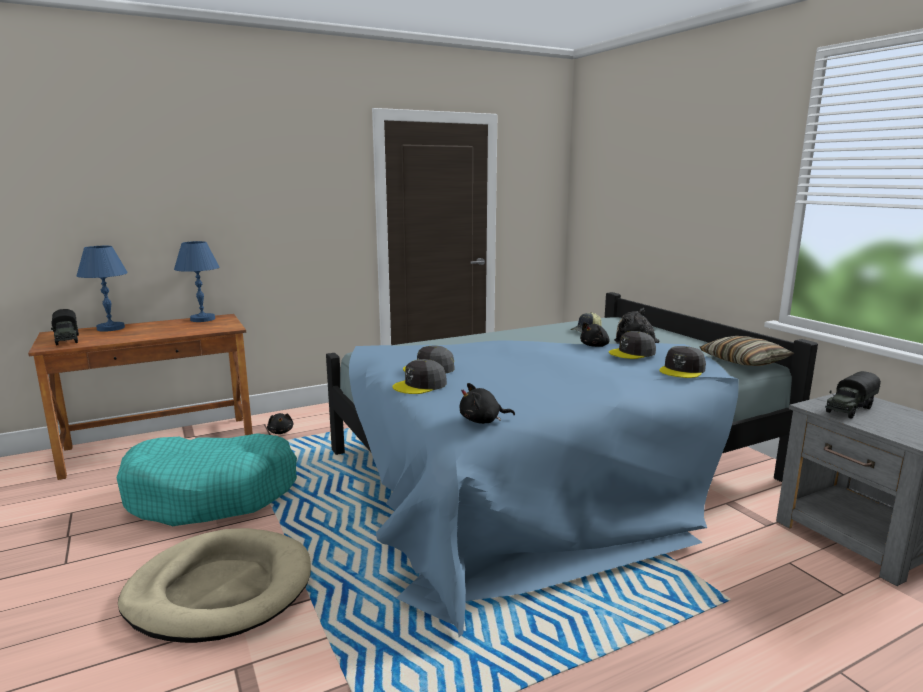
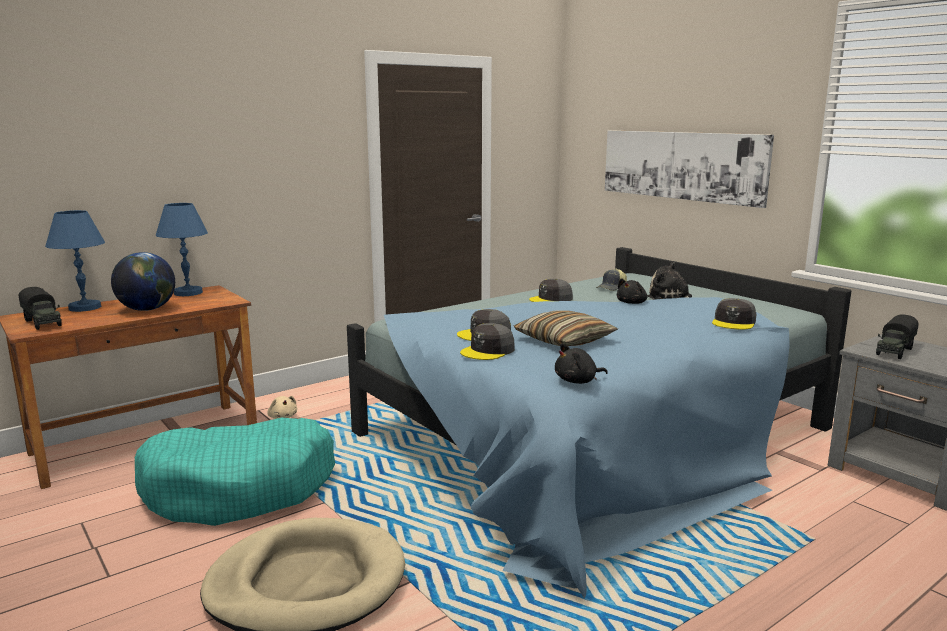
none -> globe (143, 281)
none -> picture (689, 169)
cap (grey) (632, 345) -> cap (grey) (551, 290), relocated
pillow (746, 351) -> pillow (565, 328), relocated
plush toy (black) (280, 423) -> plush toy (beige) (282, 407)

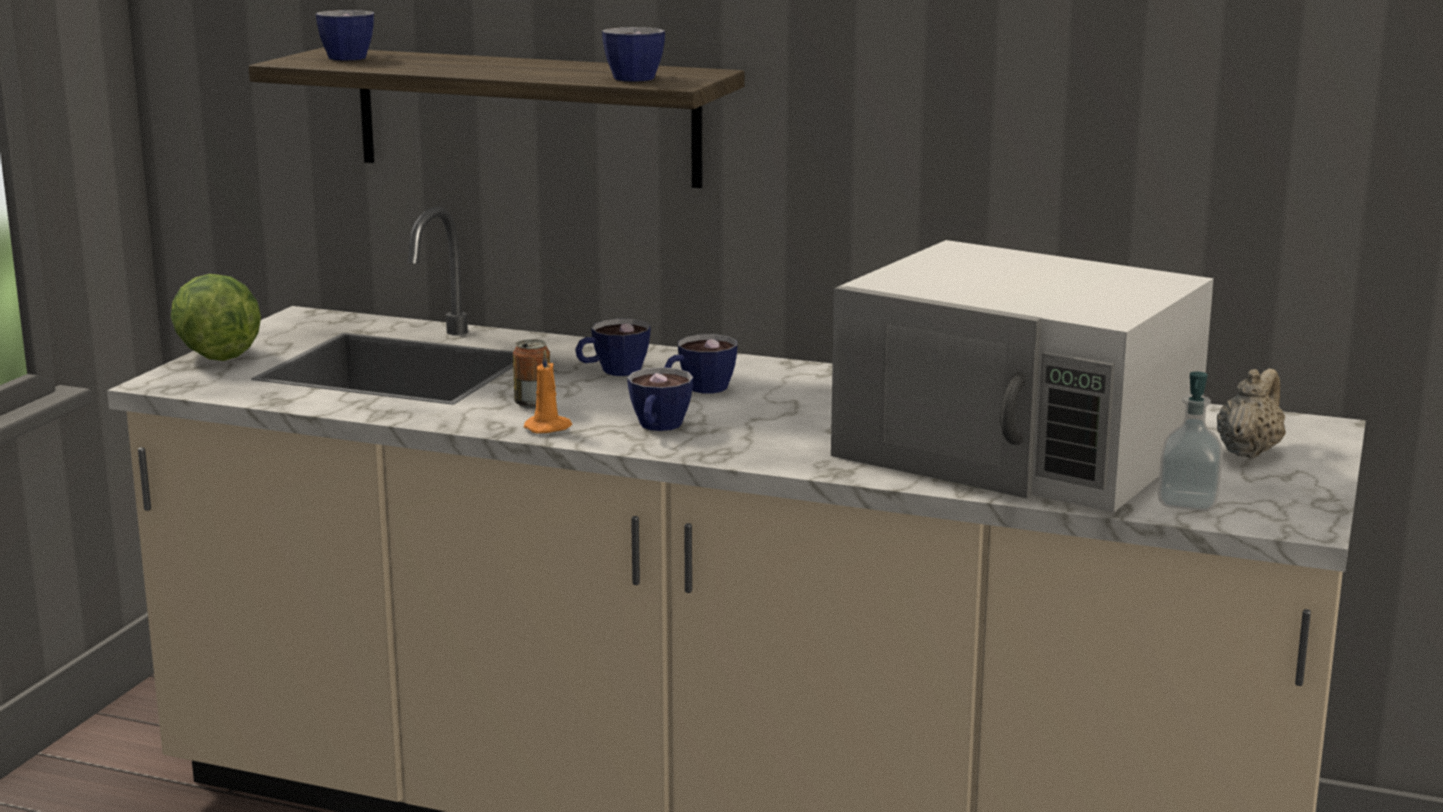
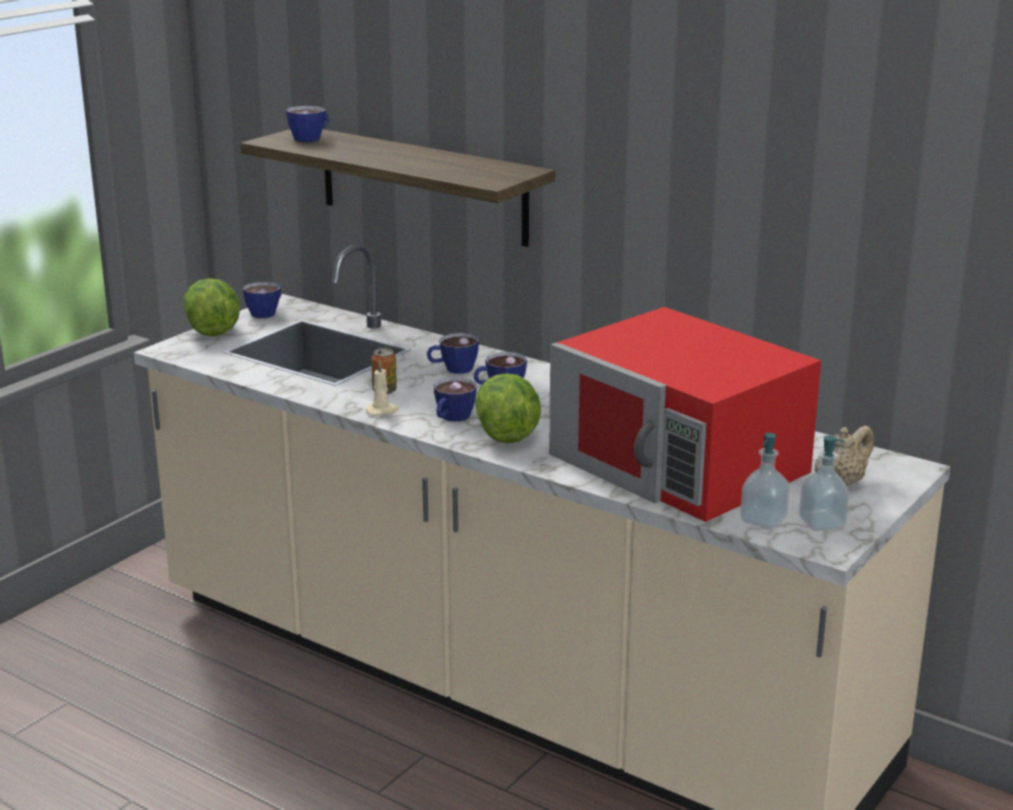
none -> lettuce (508, 408)
none -> soap dispenser (824, 483)
cup (633, 54) -> cup (262, 300), relocated
candle (orange) (548, 391) -> candle (beige) (382, 388)
microwave (white) (1022, 376) -> microwave (red) (685, 414)

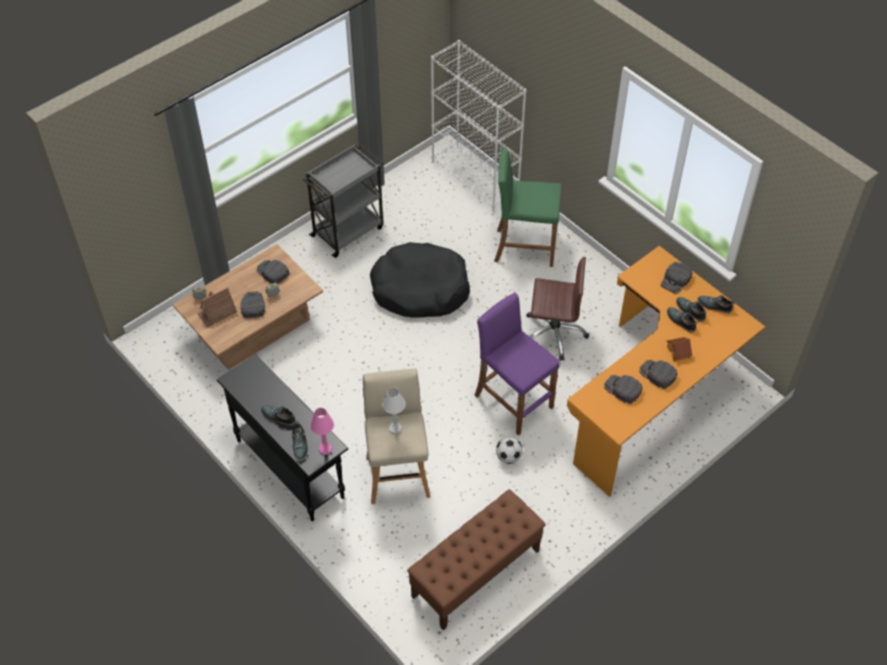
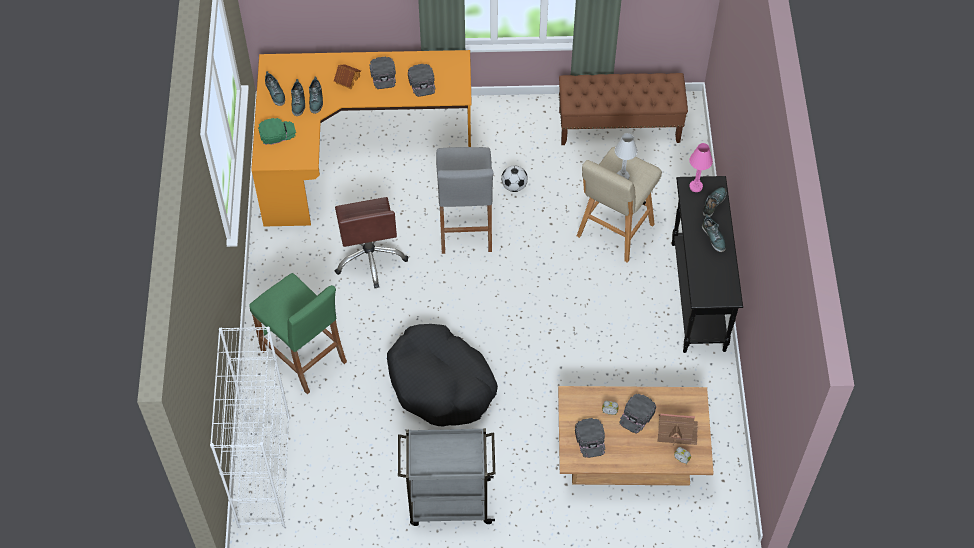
stool (purple) (517, 364) -> stool (grey) (465, 200)
cap (black) (677, 278) -> cap (green) (277, 131)
office chair (brown) (557, 309) -> office chair (brown) (371, 242), 150 degrees counterclockwise

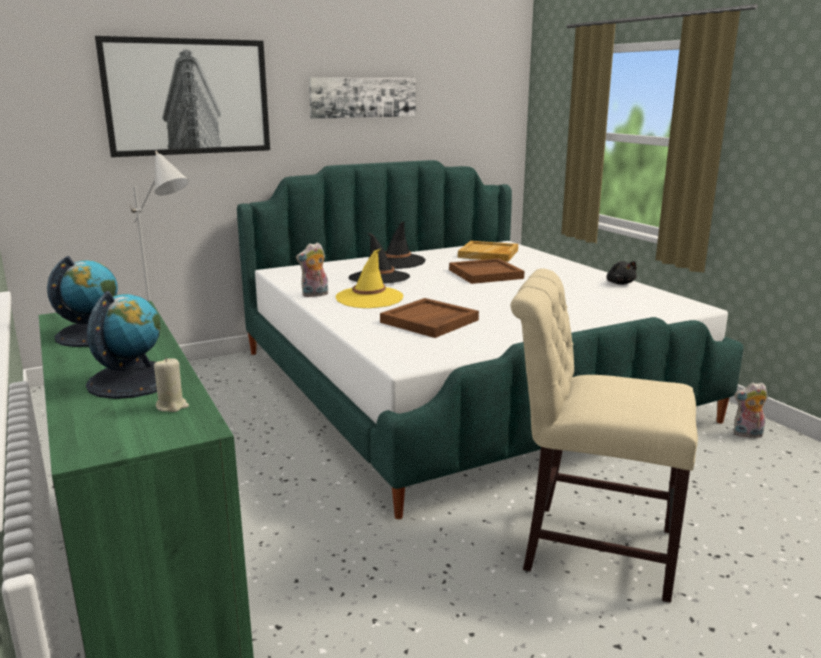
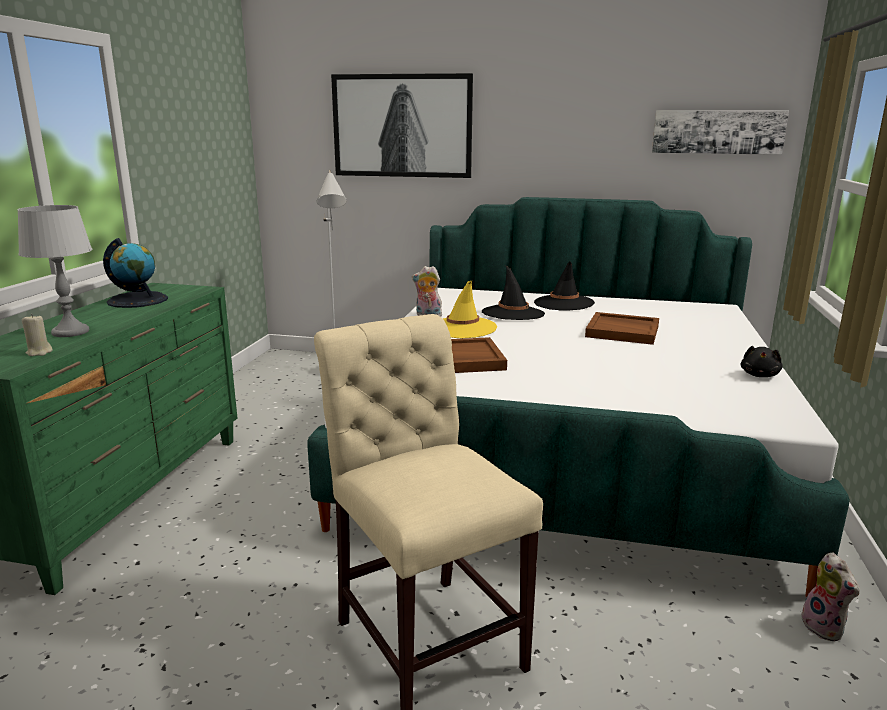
tray (beige) (488, 251) -> none
picture (362, 98) -> picture (720, 132), relocated
globe (123, 345) -> table lamp (grey) (54, 271)
plush toy (750, 410) -> plush toy (830, 596), 150 degrees counterclockwise

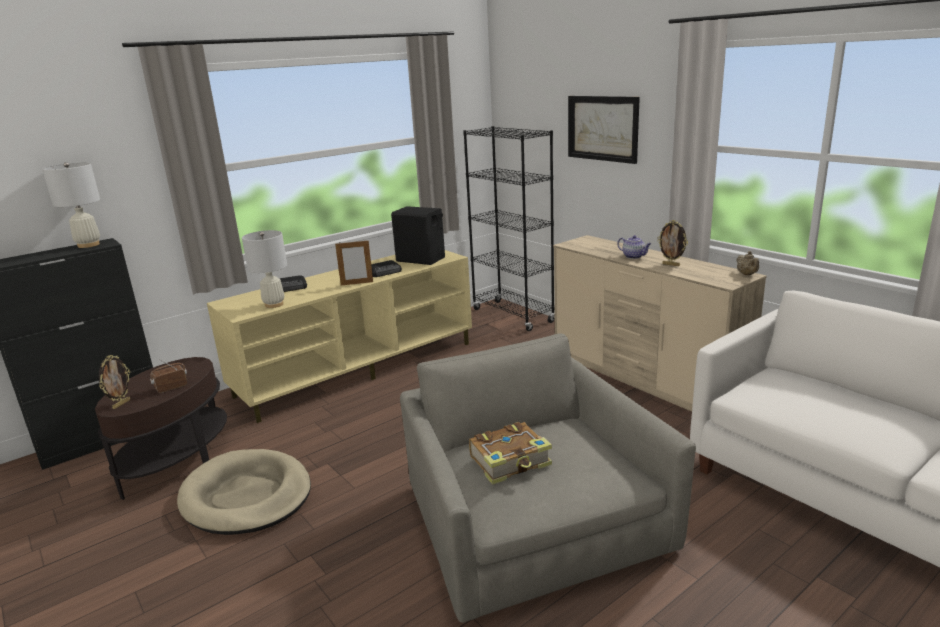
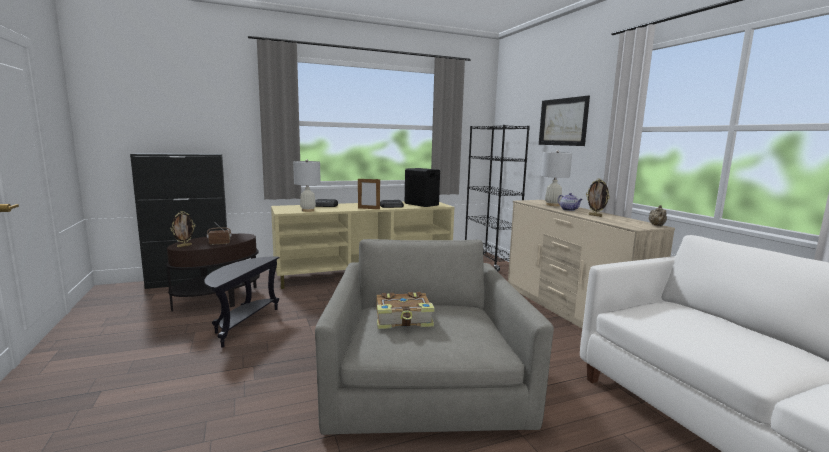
table lamp (white) (71, 205) -> table lamp (white) (556, 178), relocated
dog bed (beige) (244, 492) -> side table (black) (242, 302)

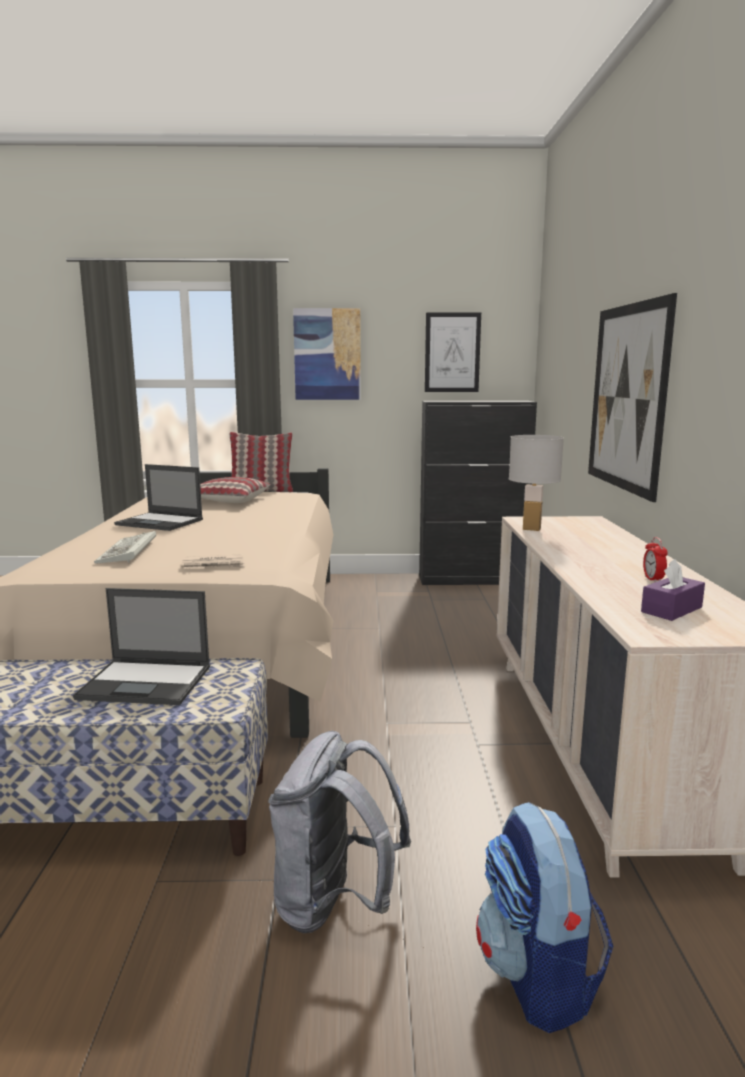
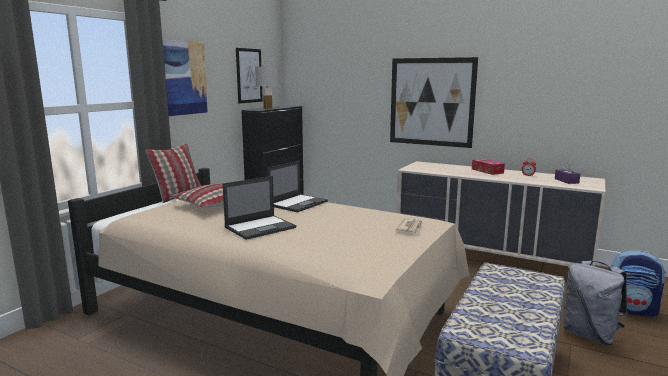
keyboard (125, 547) -> none
none -> tissue box (488, 167)
laptop (141, 646) -> laptop (297, 186), relocated
table lamp (white) (536, 483) -> table lamp (white) (267, 87), relocated

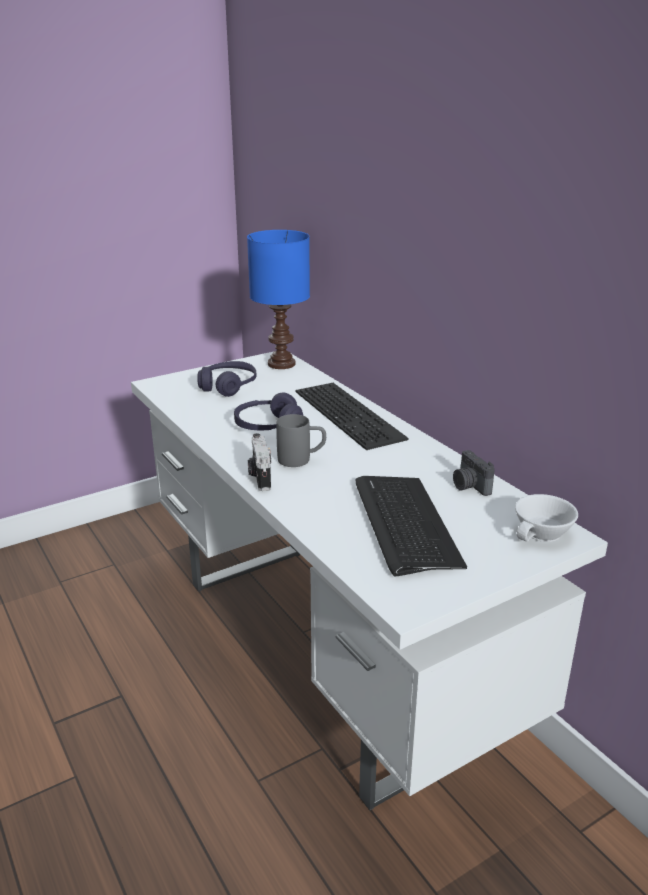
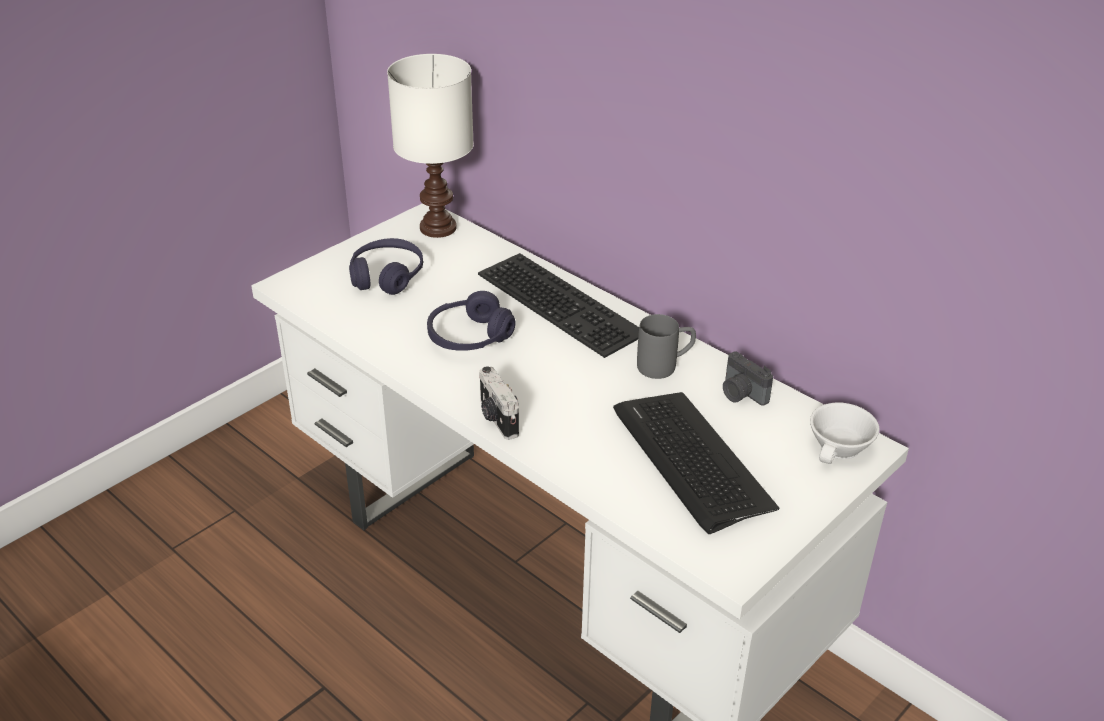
mug (grey) (301, 440) -> mug (grey) (666, 346), relocated
table lamp (blue) (278, 299) -> table lamp (white) (430, 146)

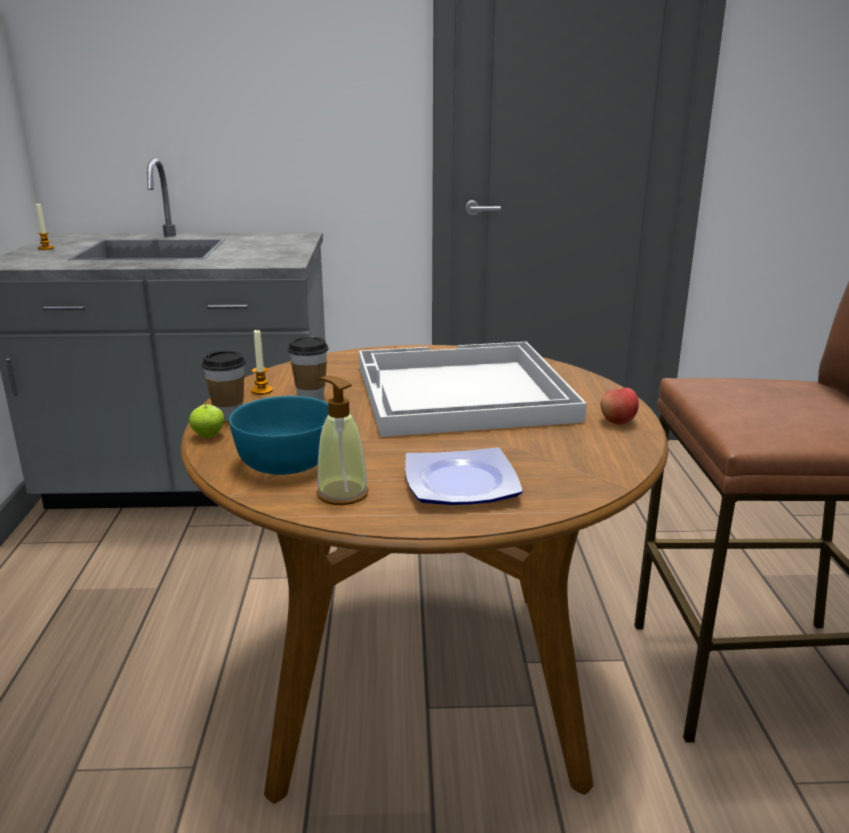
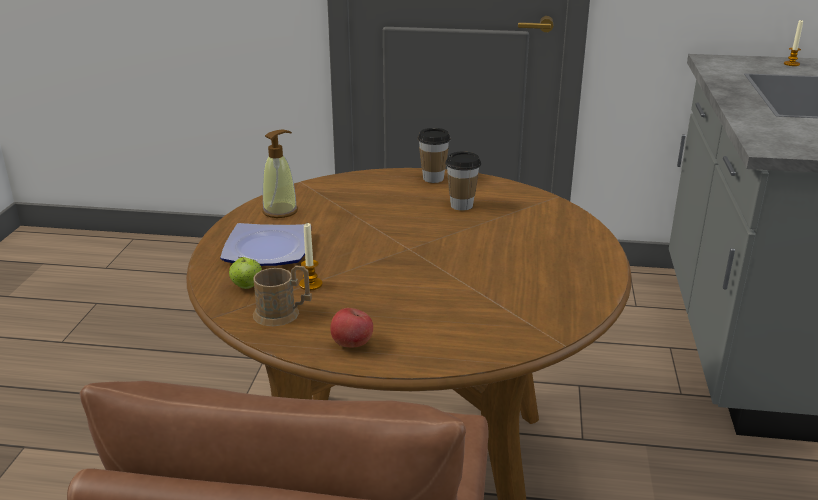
bowl (turquoise) (279, 435) -> none
tray (white) (473, 389) -> none
none -> mug (brown) (282, 296)
apple (207, 420) -> apple (245, 273), relocated
candle (262, 362) -> candle (311, 256), relocated

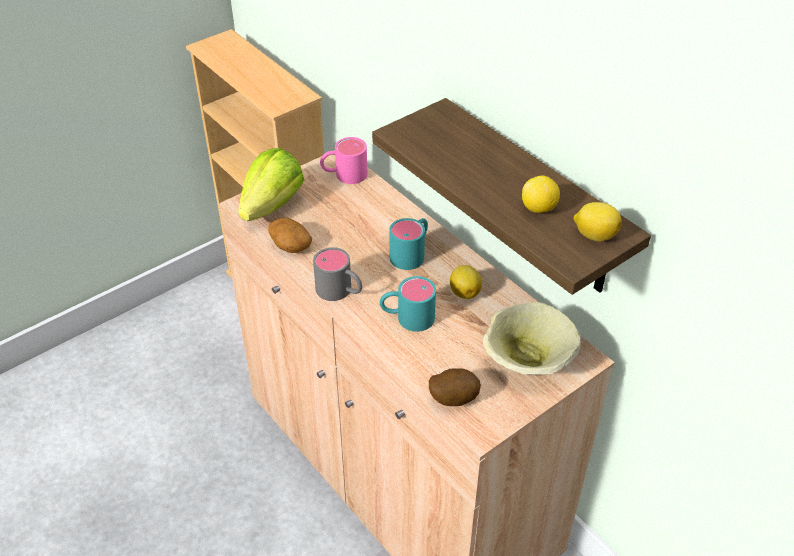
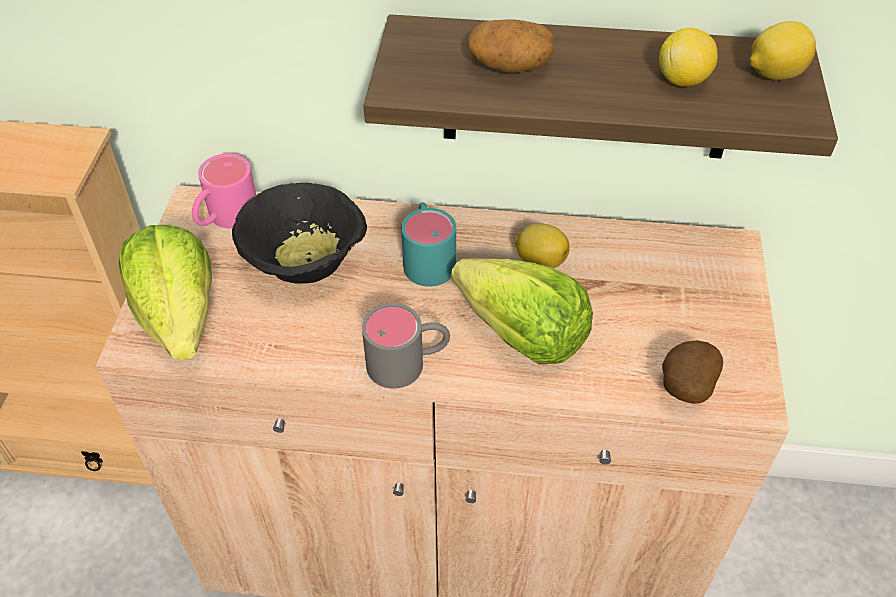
bowl (beige) (532, 338) -> none
none -> bowl (black) (299, 233)
potato (290, 235) -> potato (510, 46), relocated
mug (turquoise) (408, 304) -> lettuce (522, 311)

